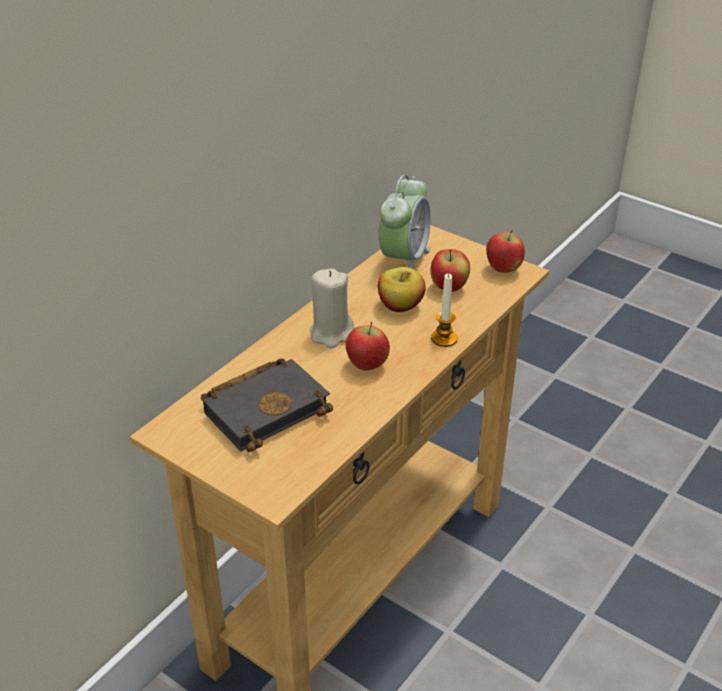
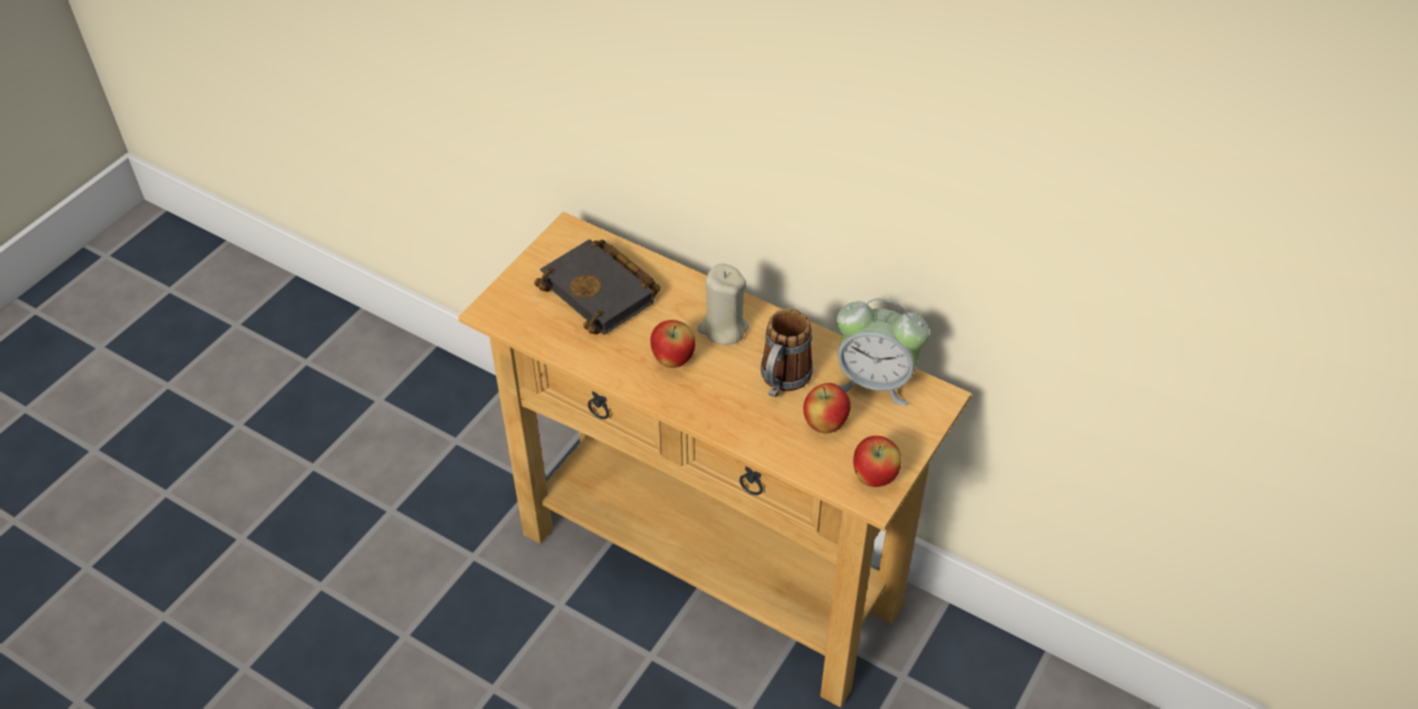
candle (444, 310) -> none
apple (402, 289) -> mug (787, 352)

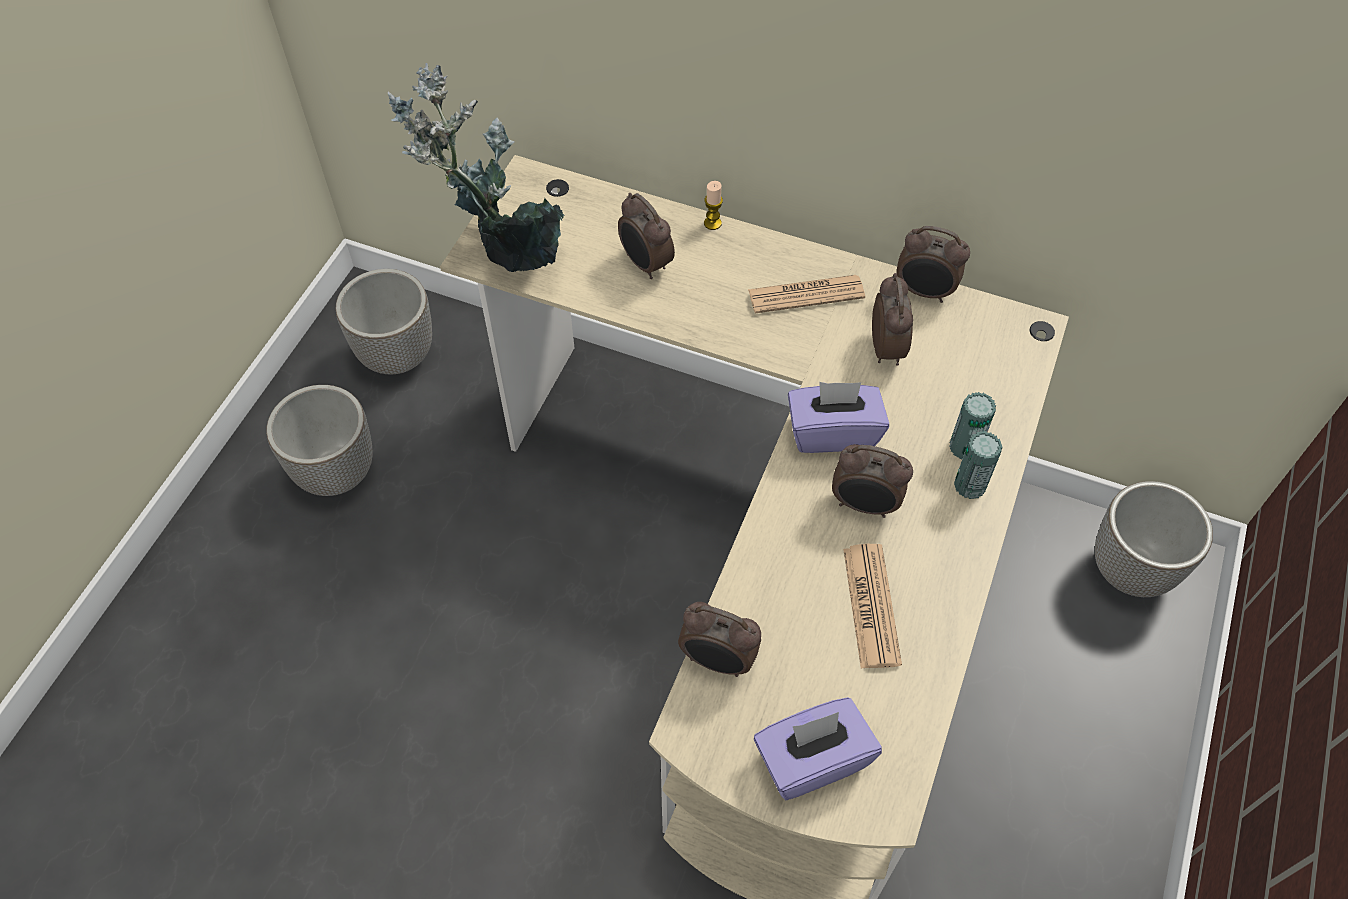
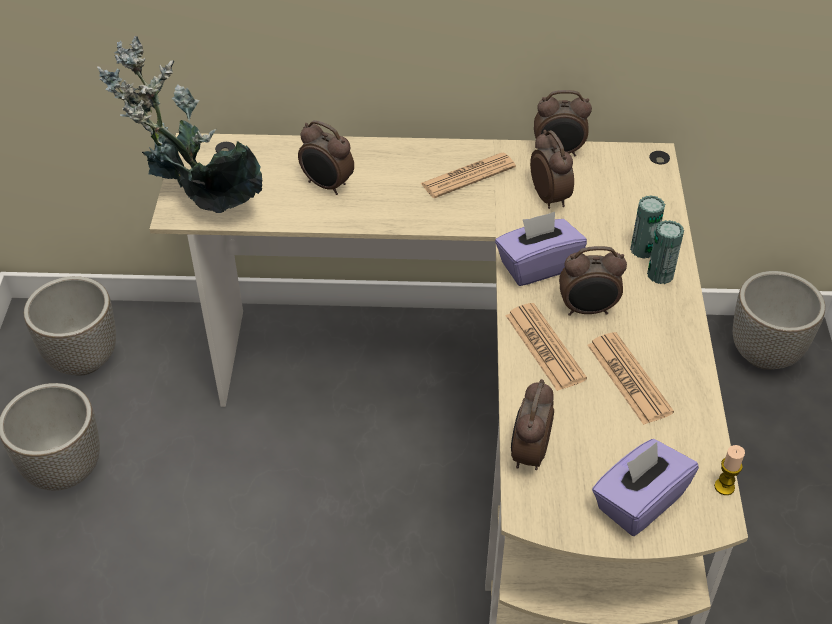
none -> newspaper (546, 347)
candle (713, 205) -> candle (729, 470), relocated
alarm clock (719, 639) -> alarm clock (532, 424), 105 degrees clockwise

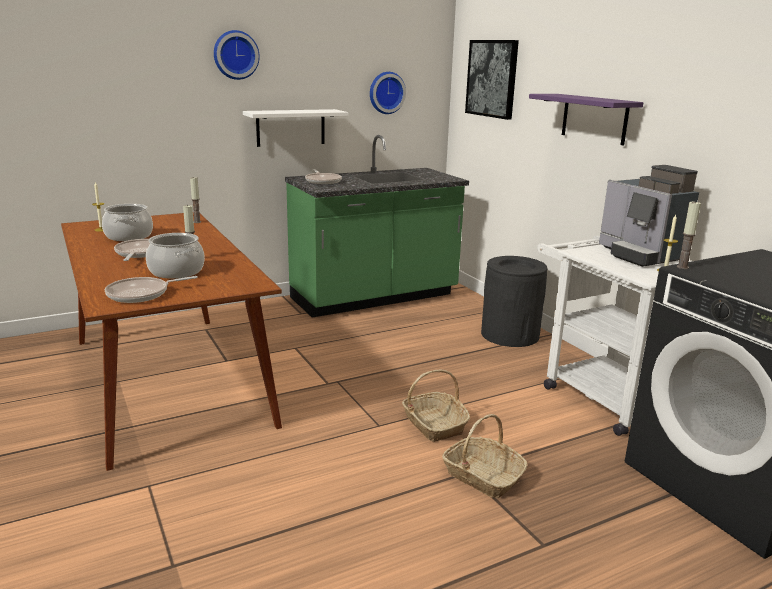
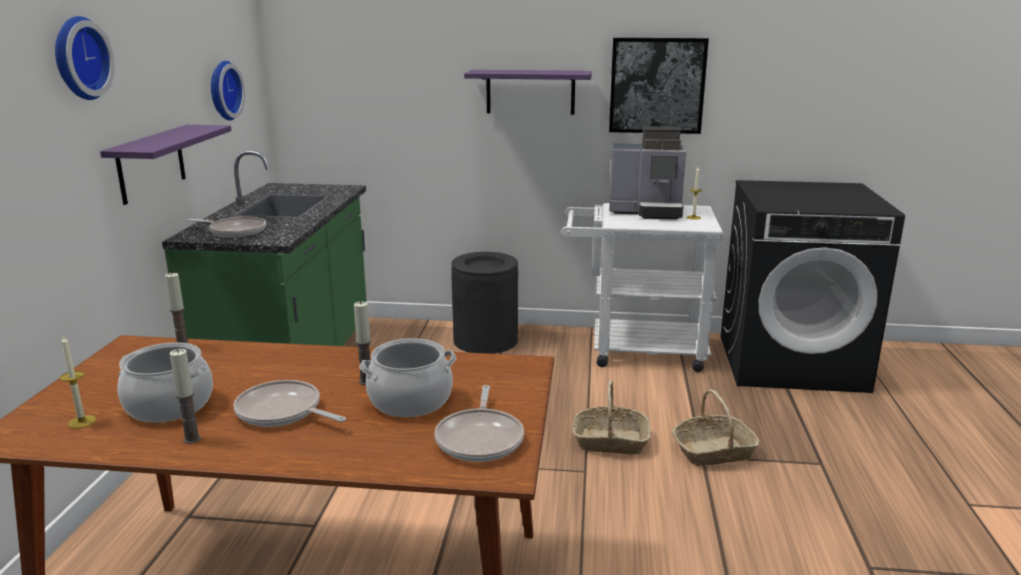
picture (492, 80) -> picture (659, 86), relocated
candle (689, 235) -> candle (185, 396), relocated
shelf (white) (295, 128) -> shelf (purple) (166, 165)

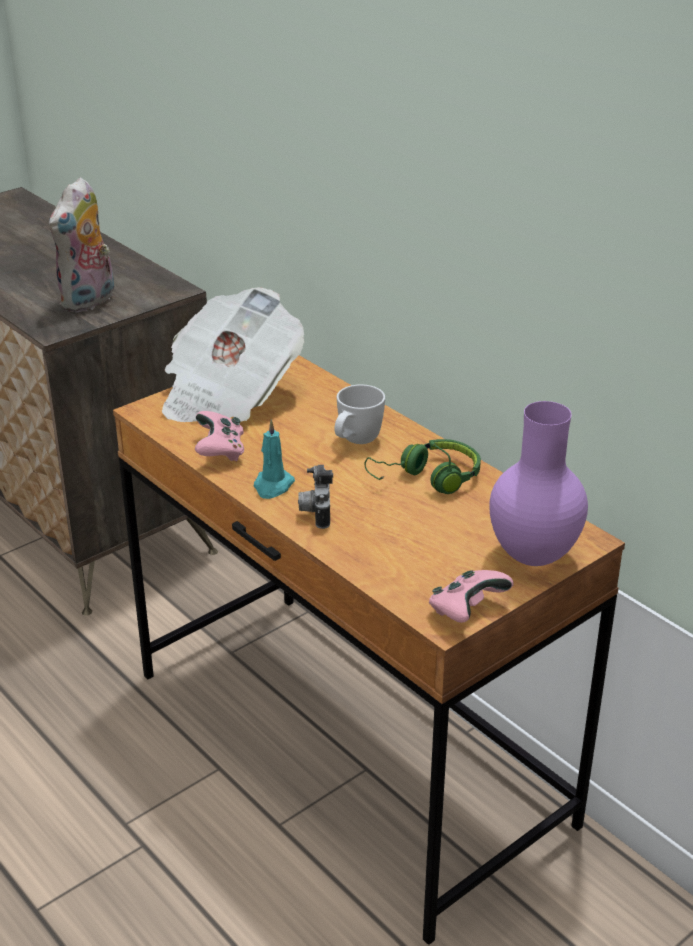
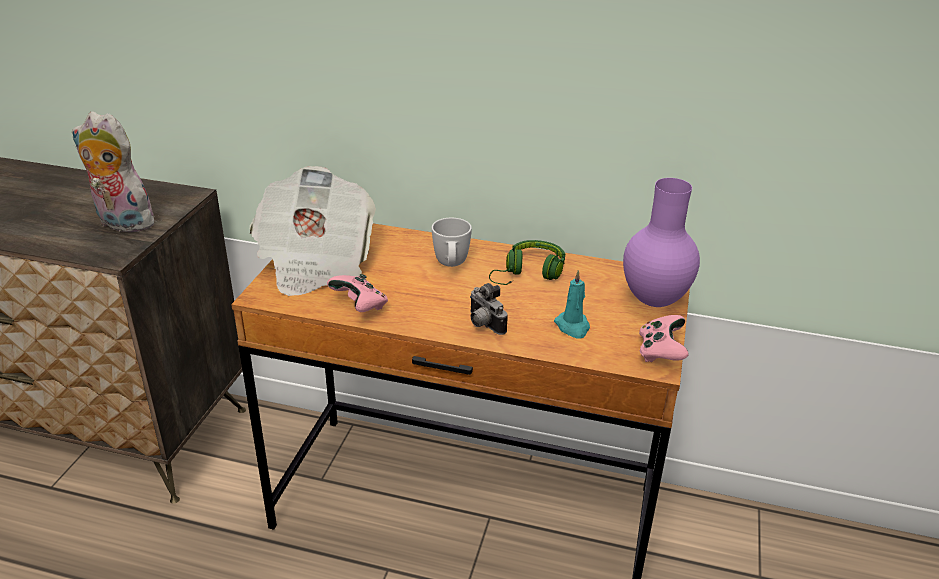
candle (turquoise) (274, 459) -> candle (turquoise) (572, 304), relocated
plush toy (81, 245) -> plush toy (113, 172), 120 degrees clockwise

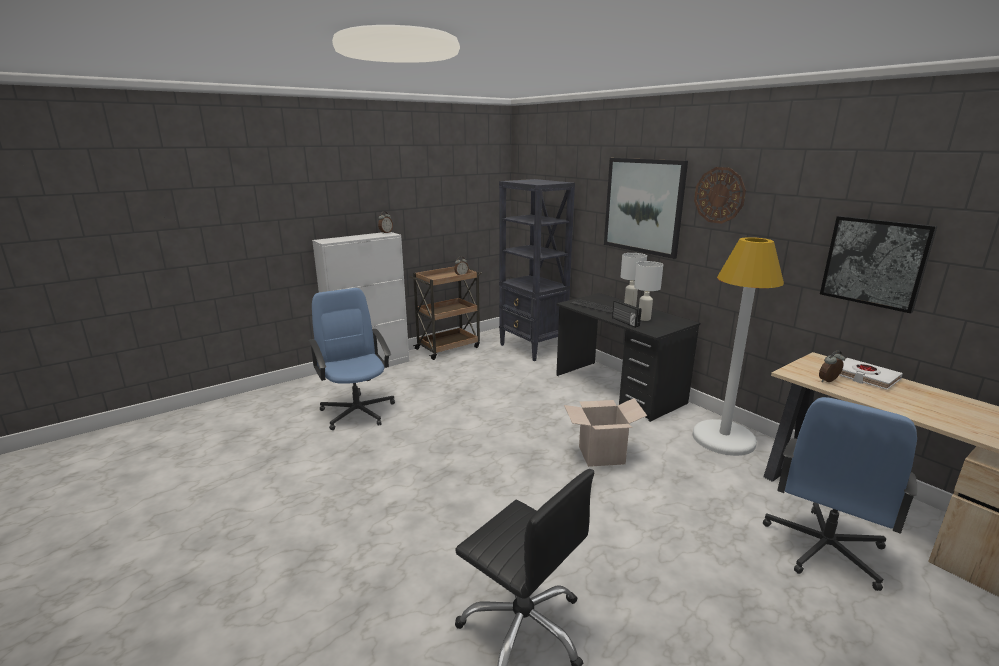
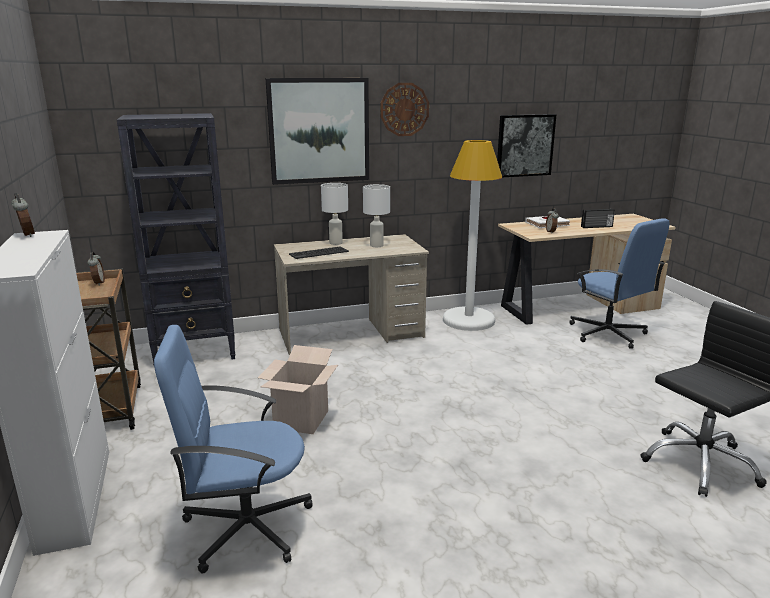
cardboard box (605, 432) -> cardboard box (298, 389), relocated
radio (627, 314) -> radio (598, 218), relocated
desk (black) (628, 357) -> desk (beige) (351, 294)

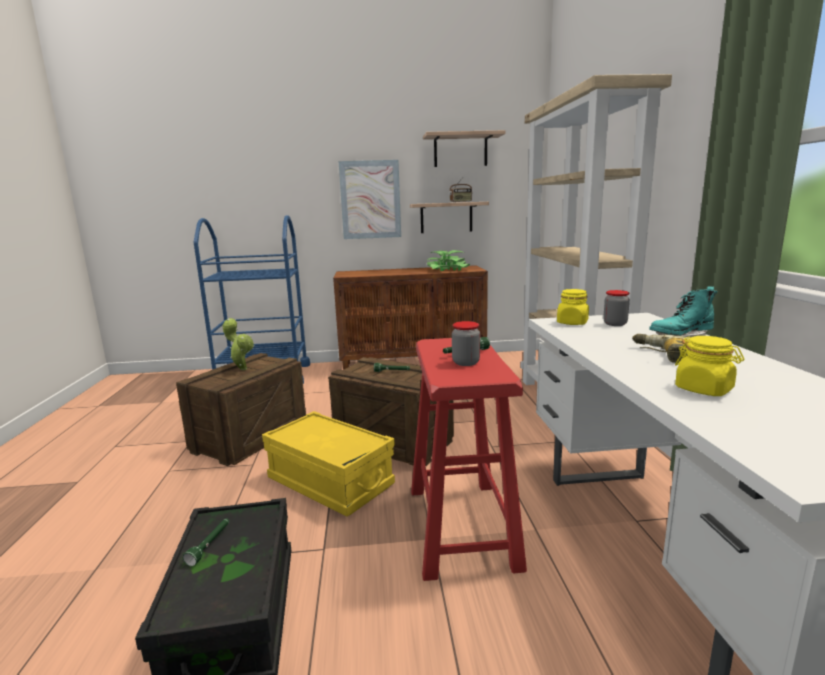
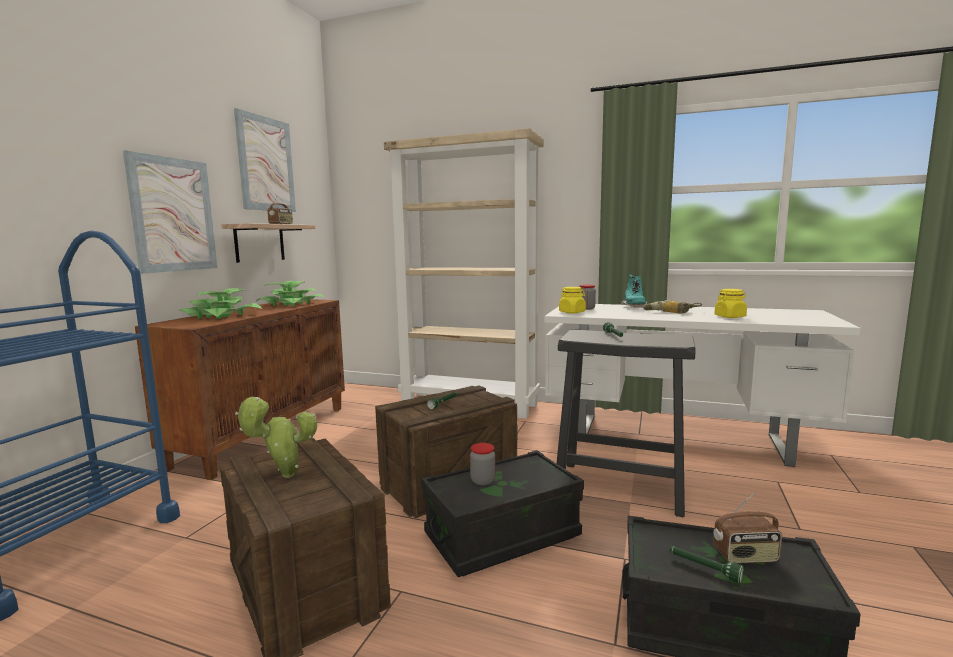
none -> potted plant (221, 303)
none -> radio (747, 527)
jar (466, 343) -> jar (483, 464), relocated
shelf (464, 148) -> picture (265, 160)
storage box (yellow) (328, 464) -> storage box (black) (502, 513)
stool (red) (469, 459) -> stool (black) (625, 423)

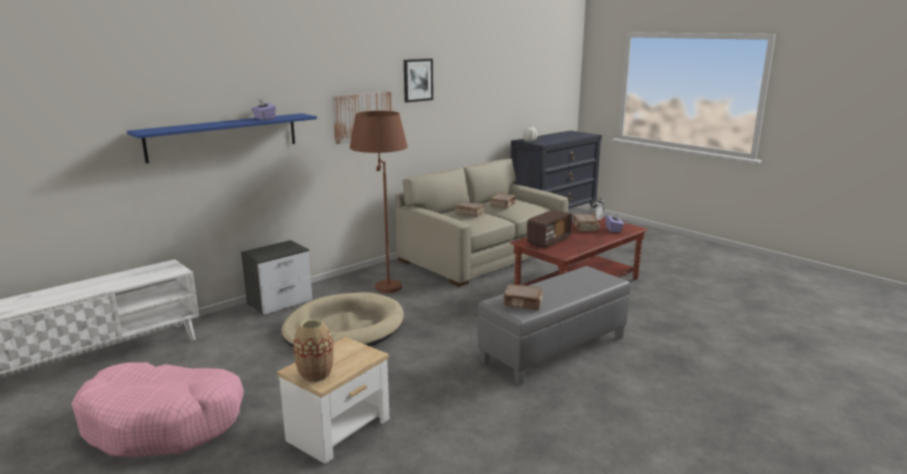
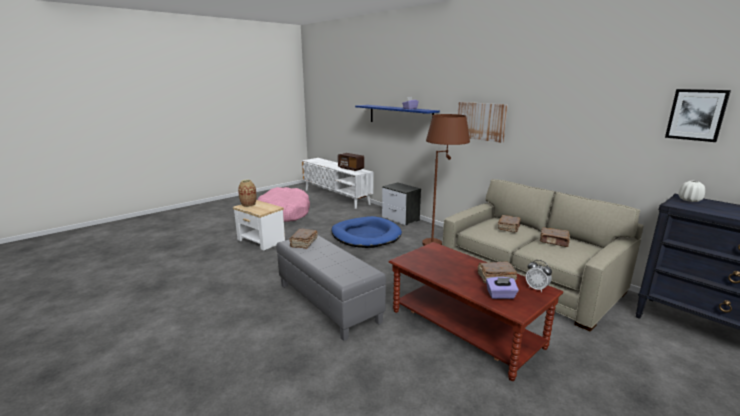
picture (418, 81) -> picture (698, 115), relocated
radio (549, 229) -> radio (351, 162), relocated
dog bed (beige) (342, 320) -> dog bed (blue) (366, 232)

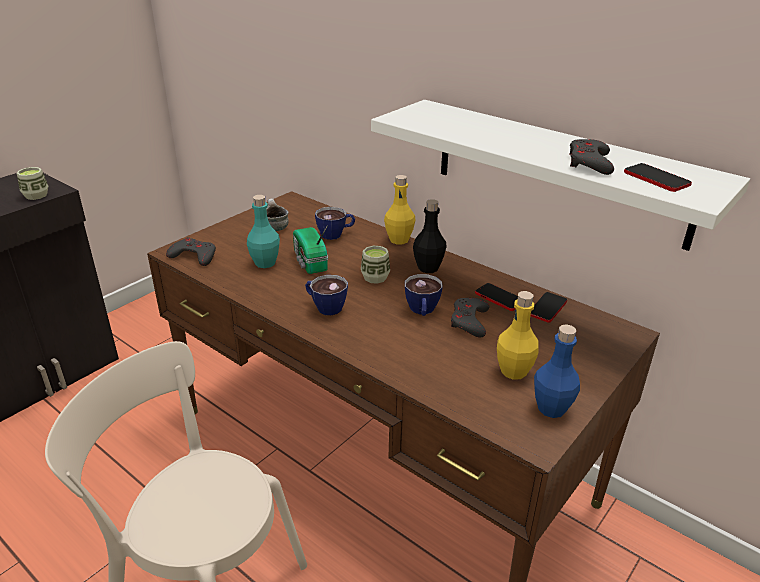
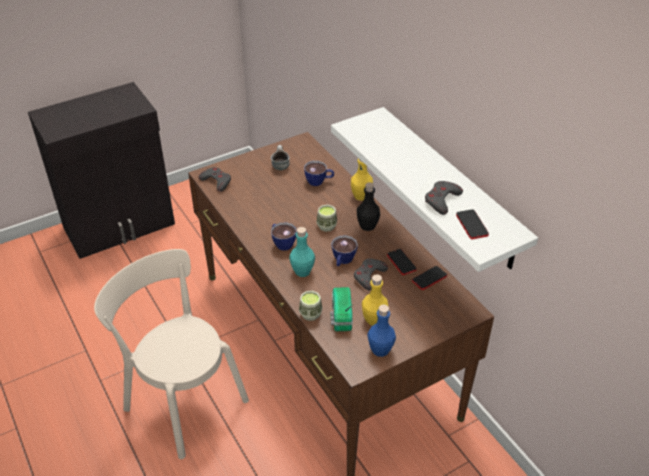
cup (32, 183) -> cup (310, 306), relocated
bottle (turquoise) (263, 231) -> bottle (turquoise) (302, 252), relocated
radio (310, 249) -> radio (341, 309), relocated

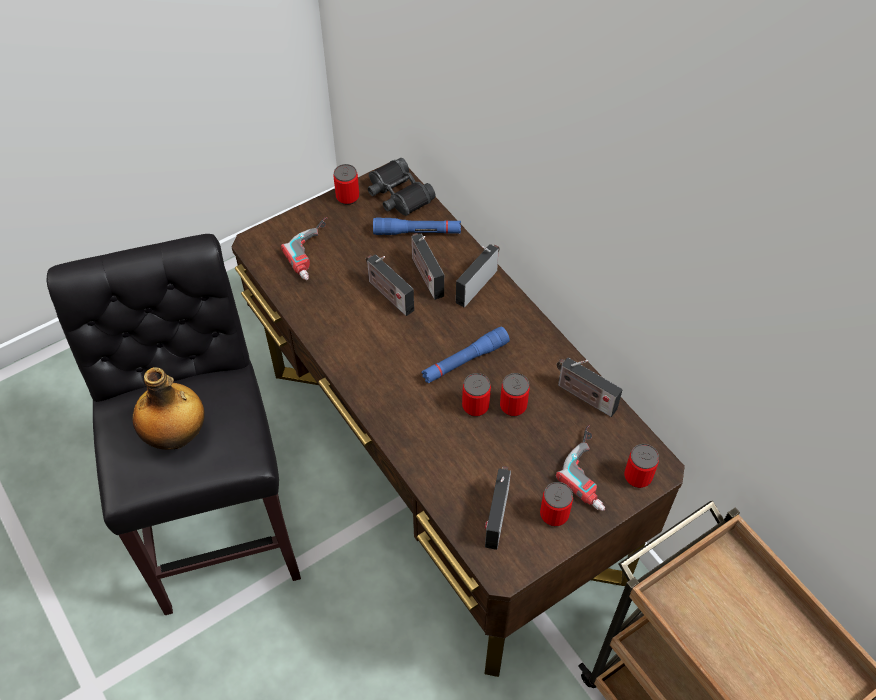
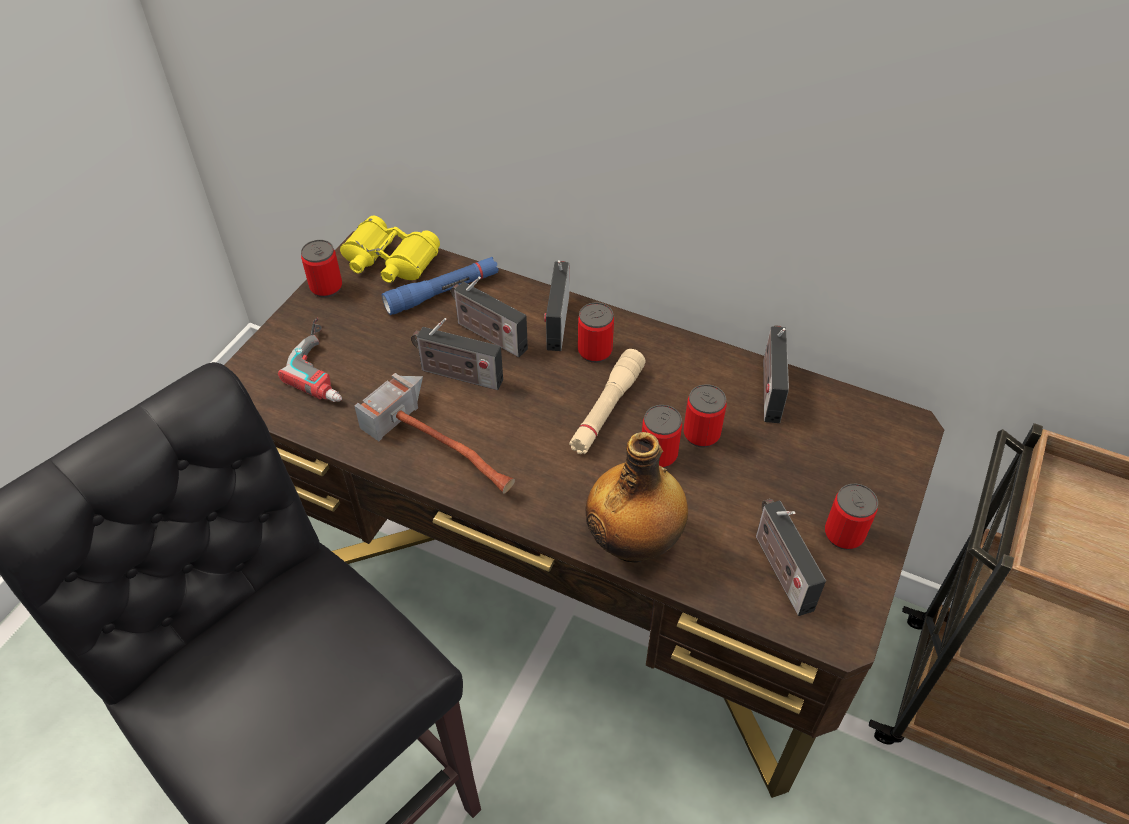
power drill (580, 468) -> none
none -> hammer (434, 433)
bottle (168, 408) -> bottle (637, 497), relocated
can (641, 466) -> can (596, 332), relocated
binoculars (black) (402, 187) -> binoculars (yellow) (390, 249)
flashlight (blue) (465, 354) -> flashlight (beige) (607, 401)
radio (590, 387) -> radio (776, 374), 90 degrees clockwise

